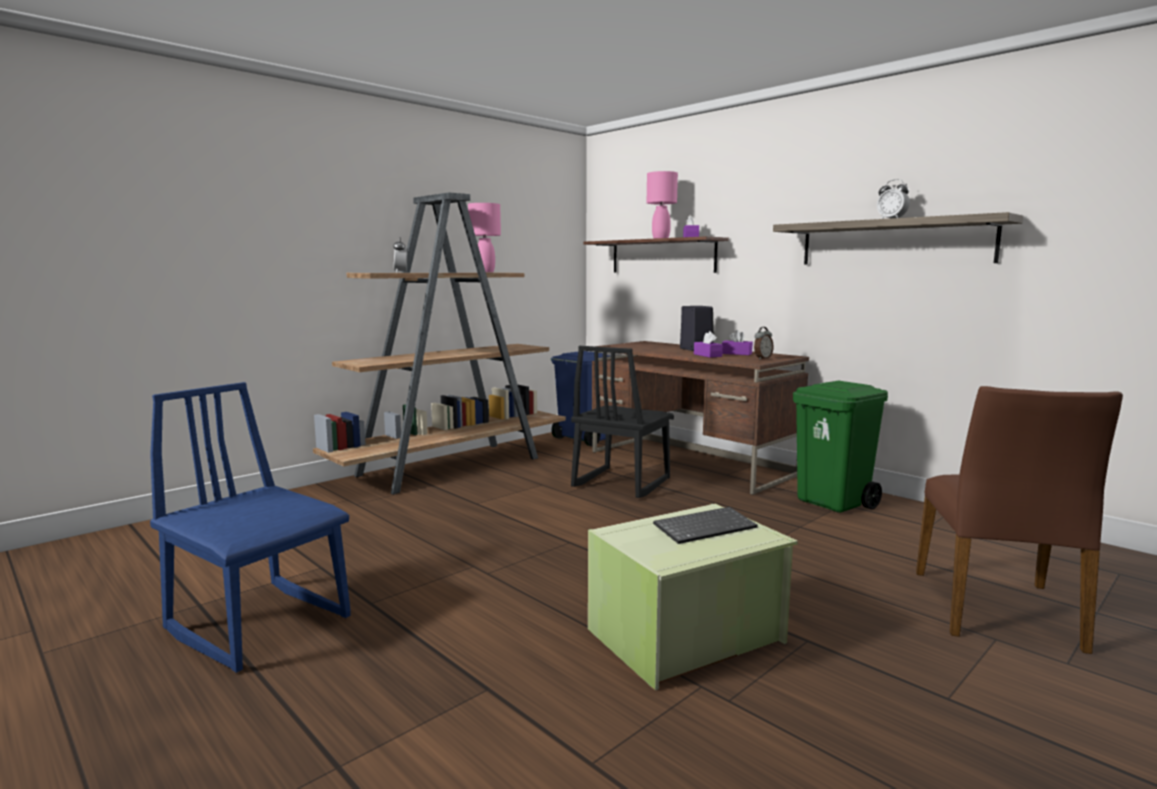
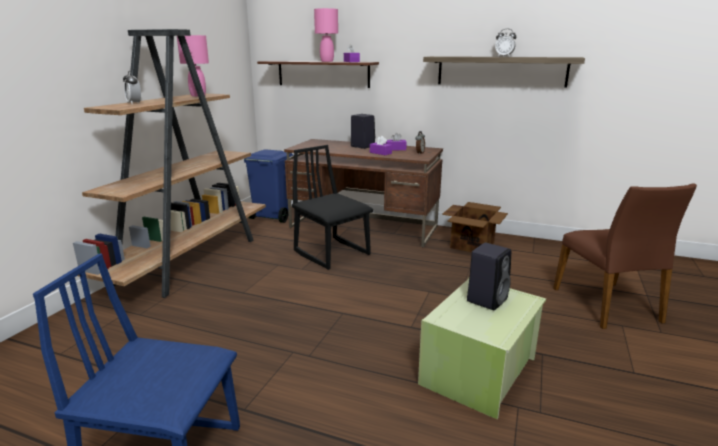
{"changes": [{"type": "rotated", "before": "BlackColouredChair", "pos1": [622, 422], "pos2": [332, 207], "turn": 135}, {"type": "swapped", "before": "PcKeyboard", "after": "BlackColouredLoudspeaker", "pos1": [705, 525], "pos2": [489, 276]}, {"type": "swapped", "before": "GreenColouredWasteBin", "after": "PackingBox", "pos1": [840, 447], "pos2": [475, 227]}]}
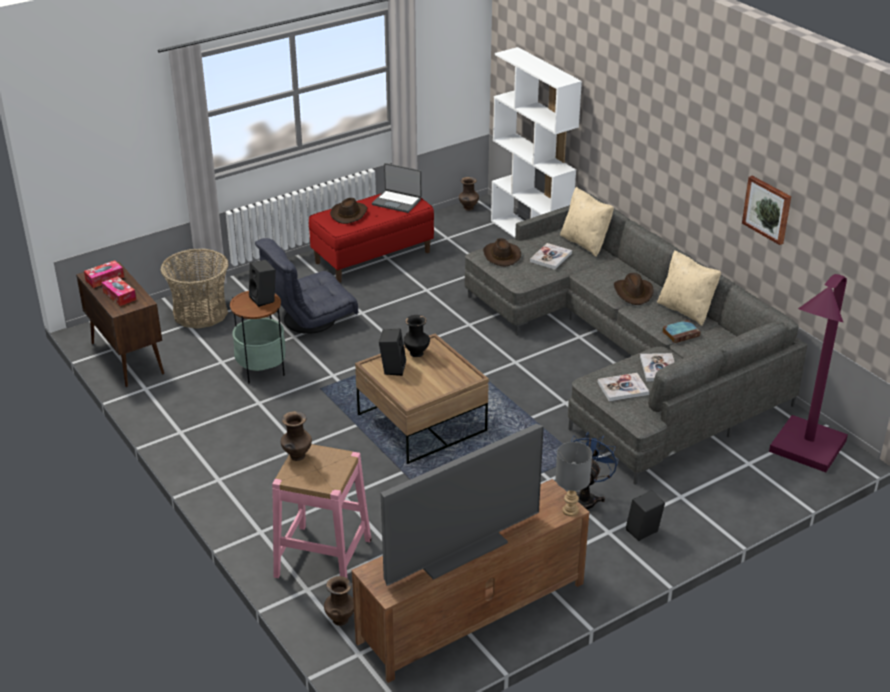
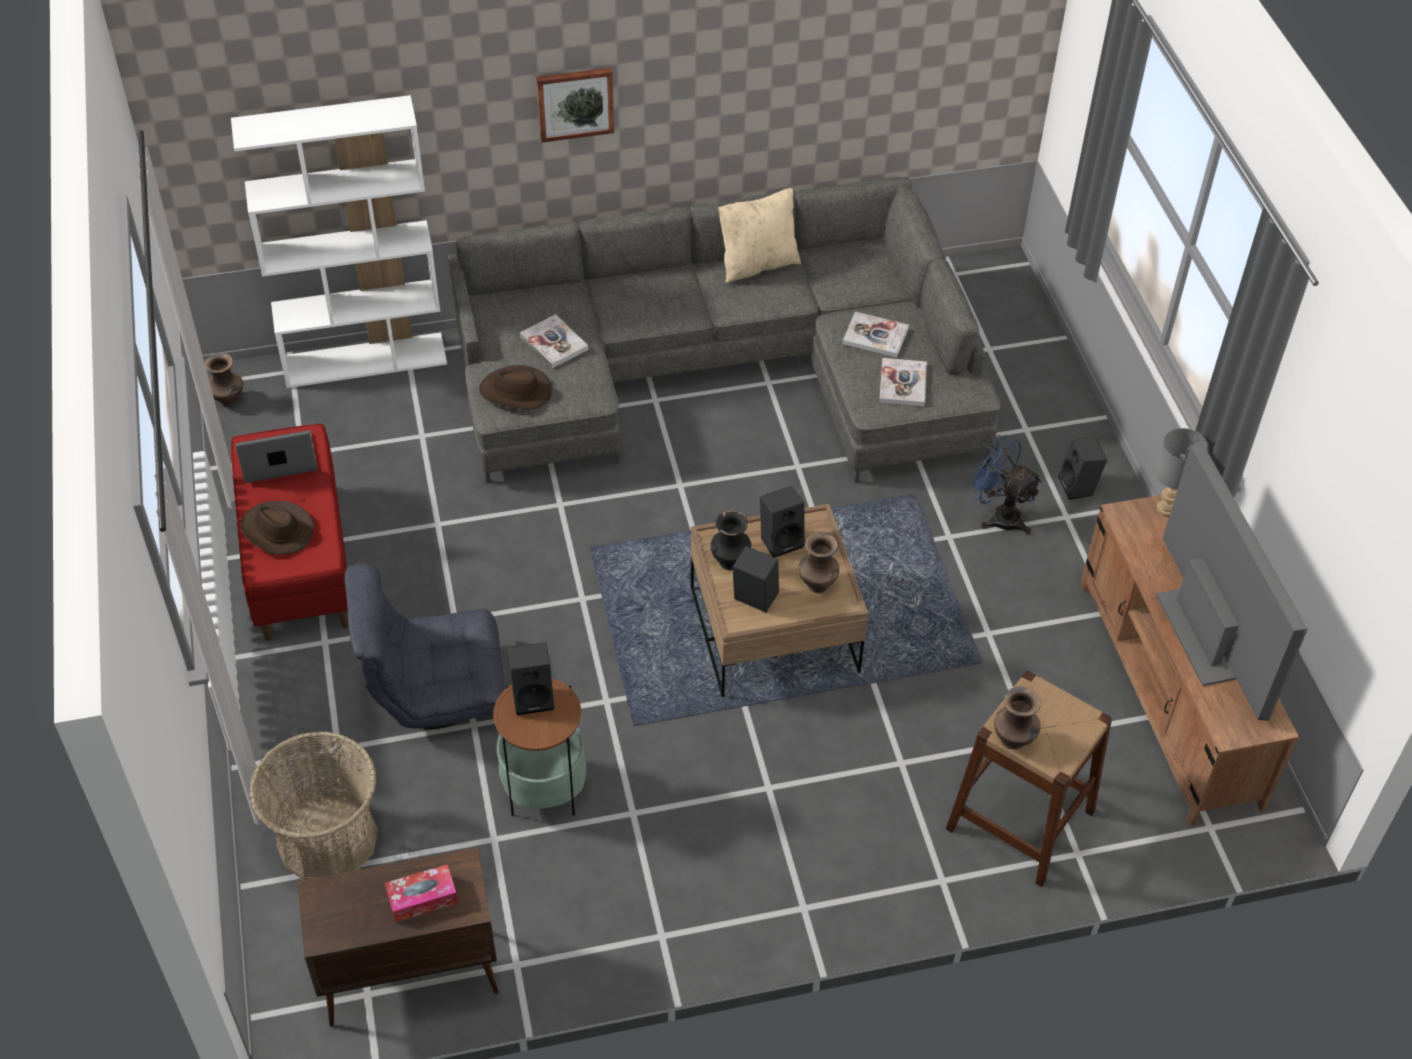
{"changes": [{"type": "gone", "before": "TissueBox", "pos1": [104, 274]}, {"type": "rotated", "before": "GreyishArmchair", "pos1": [306, 286], "pos2": [425, 646], "turn": 90}, {"type": "repainted", "before": "PinkishSittingStool", "after": "BrownColouredSittingStool", "pos1": [321, 511], "pos2": [1029, 779]}, {"type": "shifted", "before": "BrownColouredDecorativeVase", "pos1": [339, 601], "pos2": [818, 563]}, {"type": "rotated", "before": "NotebookComputer", "pos1": [397, 188], "pos2": [276, 456], "turn": -150}, {"type": "gone", "before": "SandColouredCushion", "pos1": [587, 222]}, {"type": "gone", "before": "BrownColouredClothingHat", "pos1": [634, 289]}, {"type": "gone", "before": "Volume", "pos1": [681, 331]}, {"type": "shifted", "before": "Picture", "pos1": [766, 210], "pos2": [575, 105]}, {"type": "gone", "before": "PurpleColouredFloorLamp", "pos1": [808, 373]}, {"type": "new", "after": "BlackColouredLoudspeaker", "pos2": [782, 522]}]}
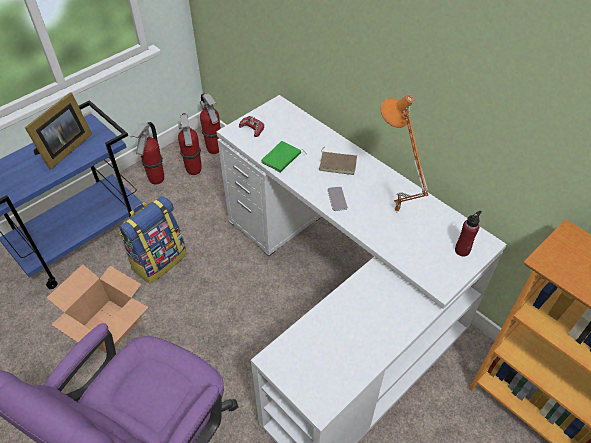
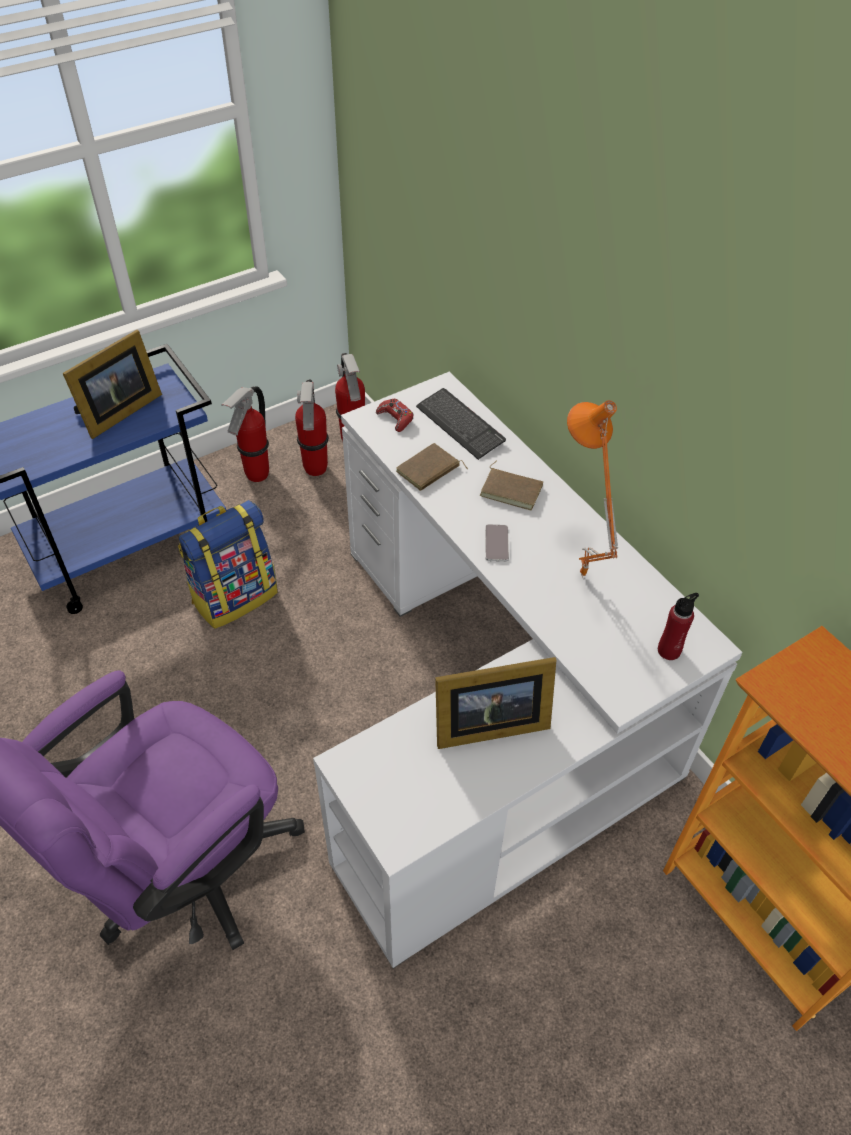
{"changes": [{"type": "gone", "before": "PackingBox", "pos1": [97, 309]}, {"type": "repainted", "before": "GreenColouredVolume", "after": "BrownColouredVolume", "pos1": [284, 156], "pos2": [432, 467]}, {"type": "new", "after": "PcKeyboard", "pos2": [461, 424]}, {"type": "new", "after": "StandingFrame", "pos2": [495, 703]}]}
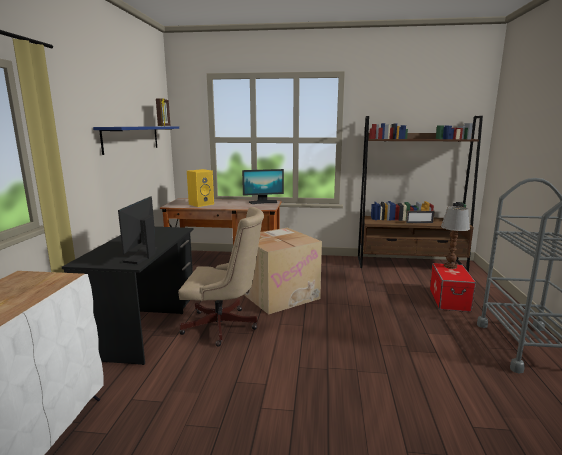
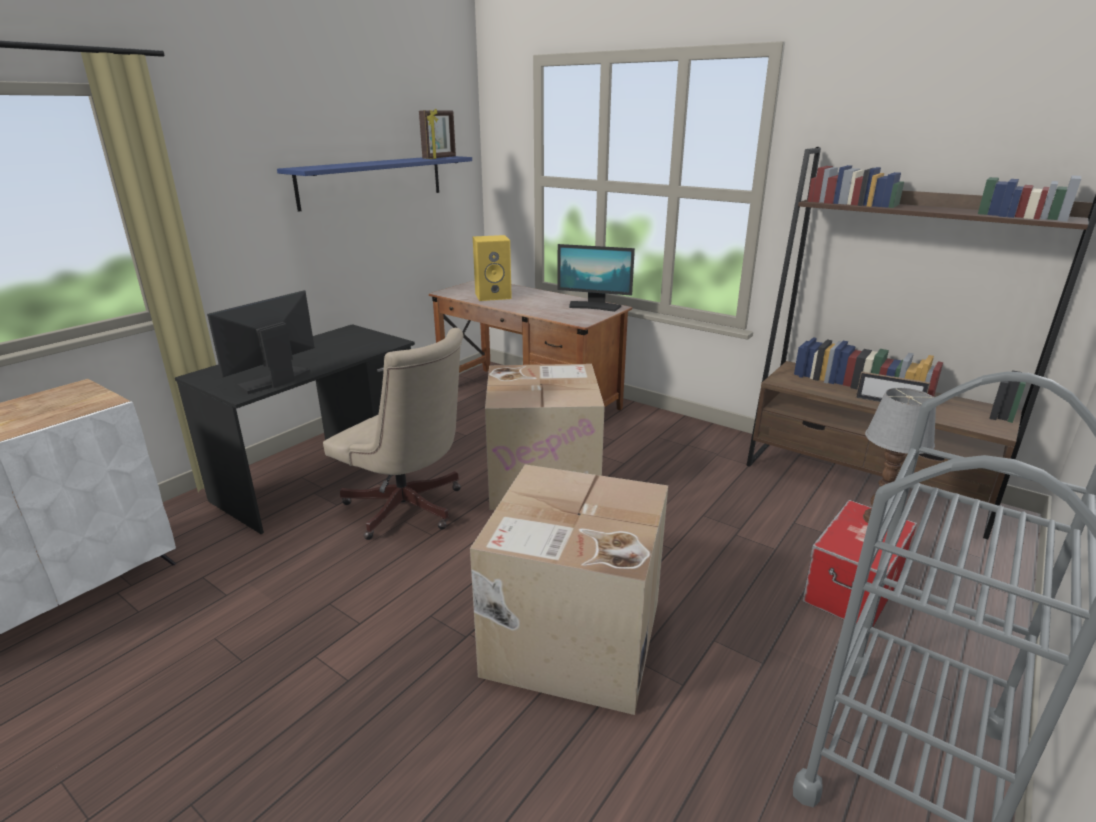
{"changes": [{"type": "new", "after": "PackingBox", "pos2": [569, 589]}]}
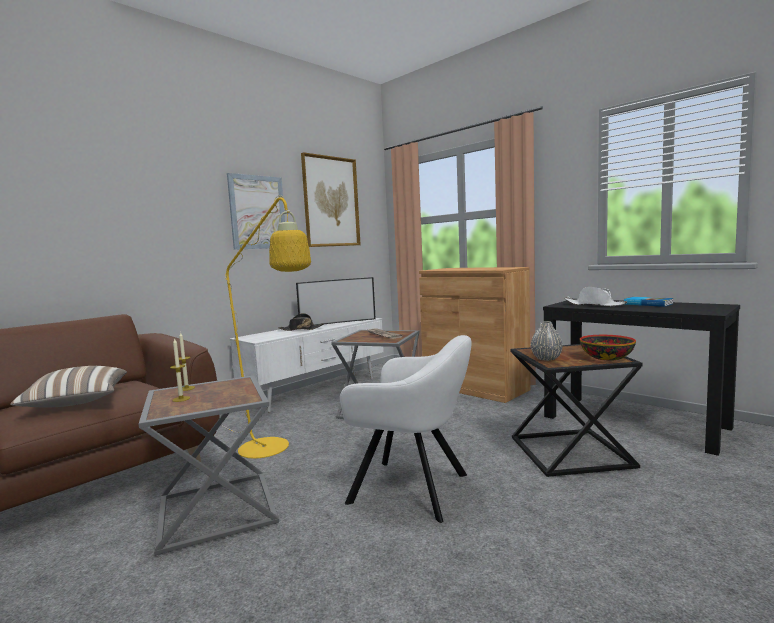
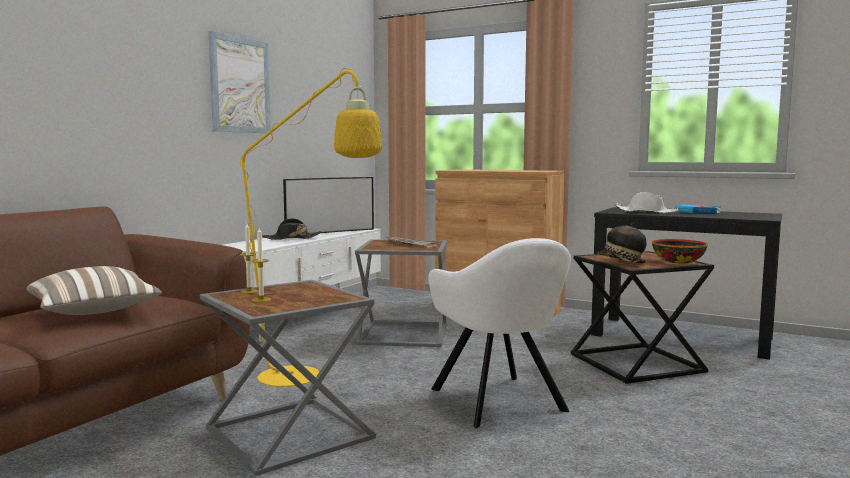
{"changes": [{"type": "gone", "before": "Picture", "pos1": [331, 199]}, {"type": "rotated", "before": "WhitishArmchair", "pos1": [406, 429], "pos2": [499, 333], "turn": 60}, {"type": "swapped", "before": "GreyishDecorativeVase", "after": "ClothingHat", "pos1": [546, 341], "pos2": [622, 243]}]}
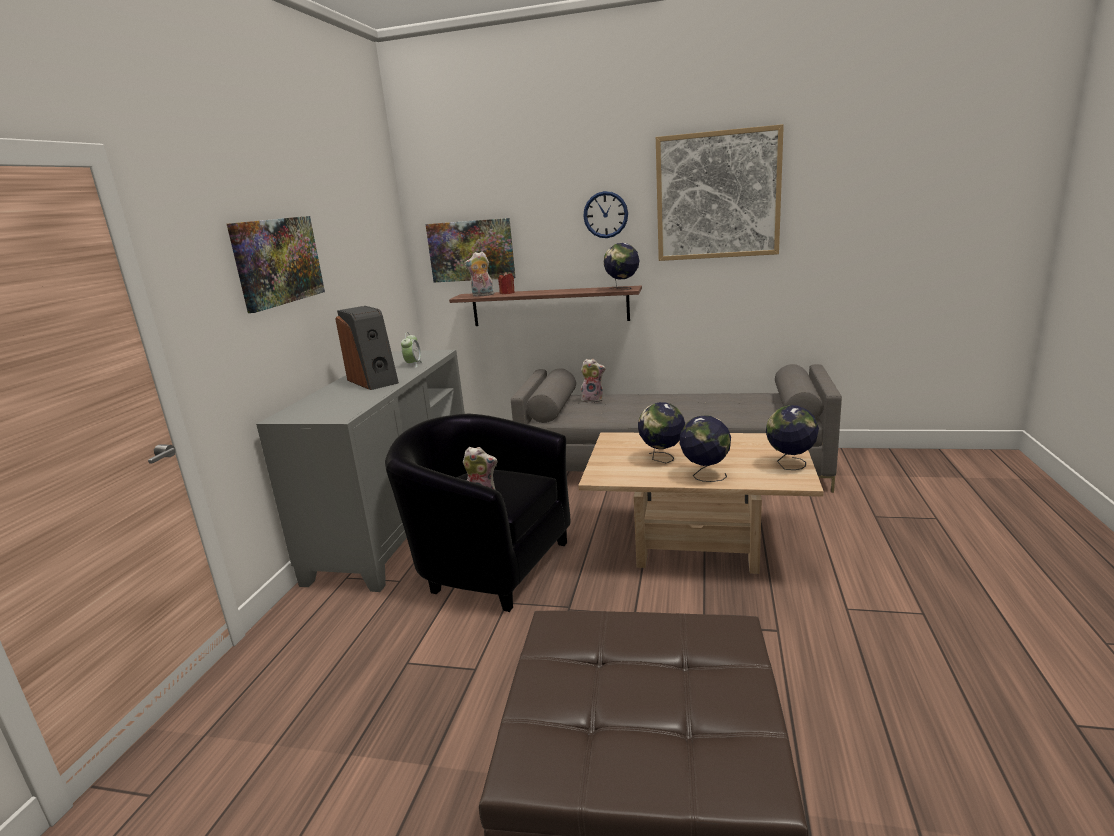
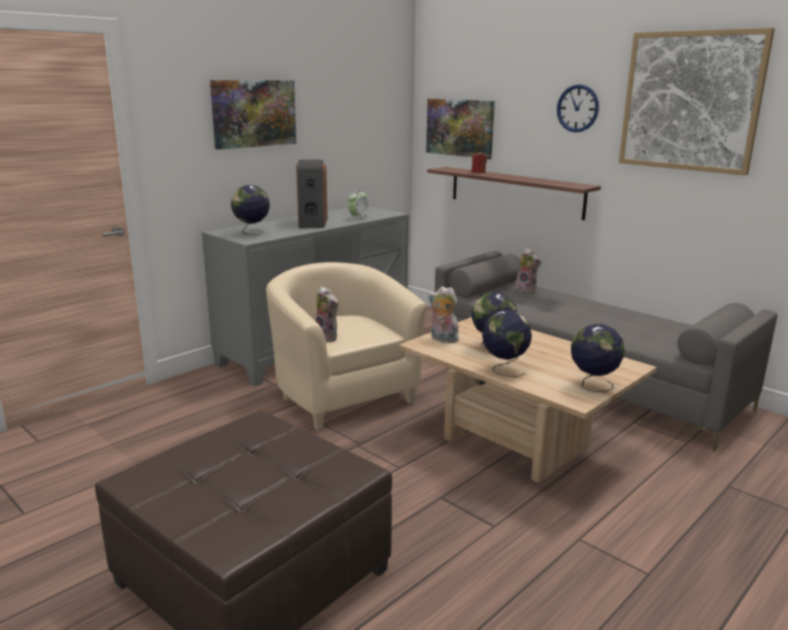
{"changes": [{"type": "repainted", "before": "BlackColouredArmchair", "after": "SandColouredArmchair", "pos1": [477, 513], "pos2": [346, 346]}, {"type": "shifted", "before": "SoftToy", "pos1": [479, 274], "pos2": [444, 314]}, {"type": "shifted", "before": "DeskGlobe", "pos1": [621, 266], "pos2": [250, 210]}]}
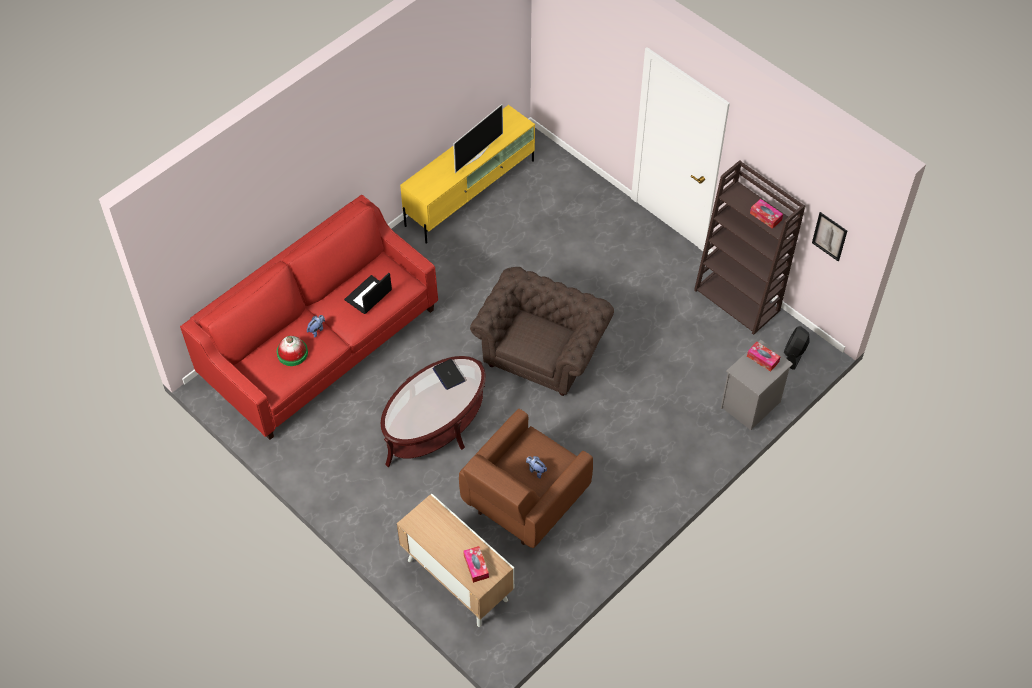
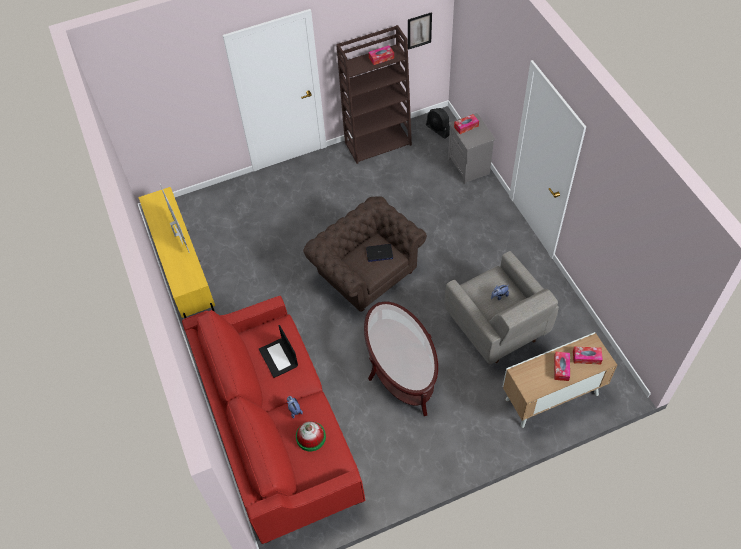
{"changes": [{"type": "shifted", "before": "NotebookComputer", "pos1": [449, 374], "pos2": [379, 253]}, {"type": "repainted", "before": "BrownColouredArmchair", "after": "GreyishArmchair", "pos1": [526, 478], "pos2": [501, 307]}, {"type": "new", "after": "TissueBox", "pos2": [562, 366]}]}
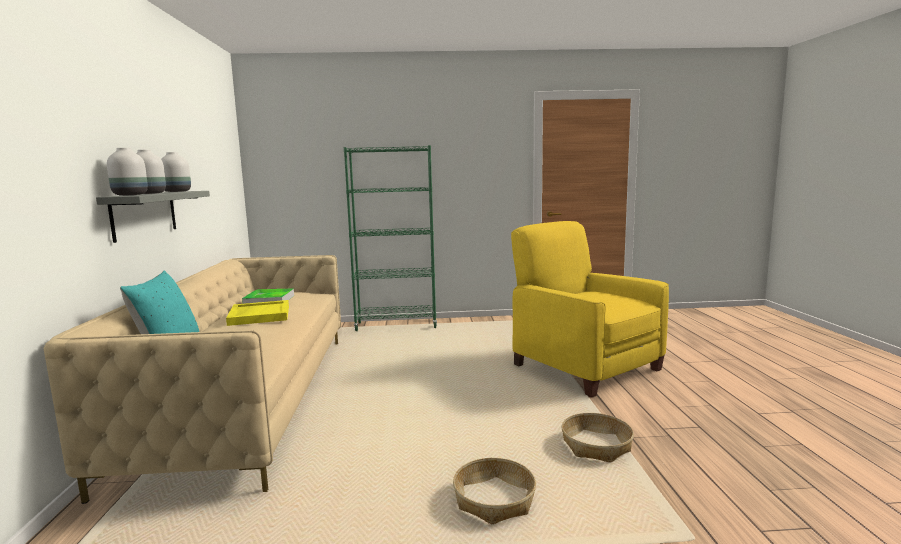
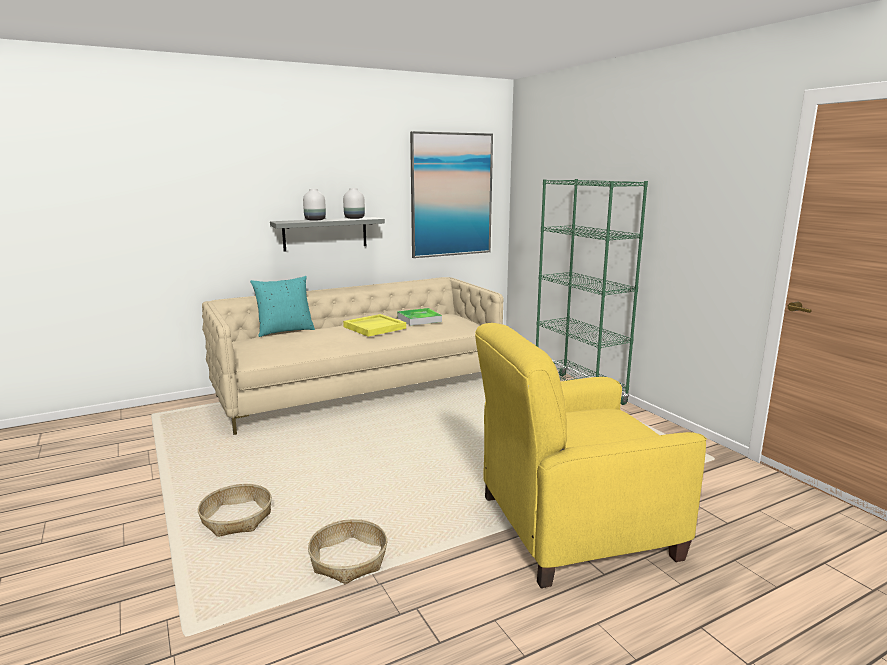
{"changes": [{"type": "gone", "before": "WhitishDecorativeVase", "pos1": [127, 171]}, {"type": "rotated", "before": "YellowArmchair", "pos1": [590, 309], "pos2": [591, 455], "turn": -135}, {"type": "new", "after": "Picture", "pos2": [451, 194]}]}
